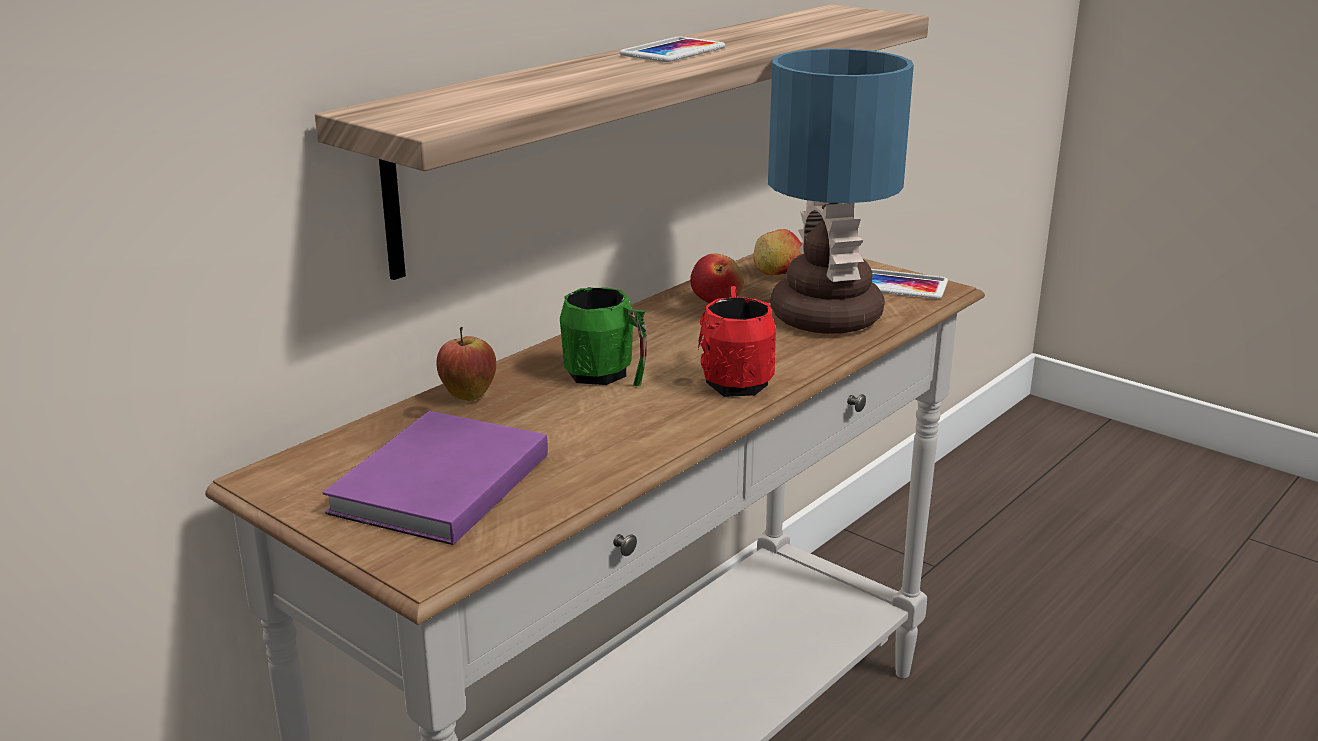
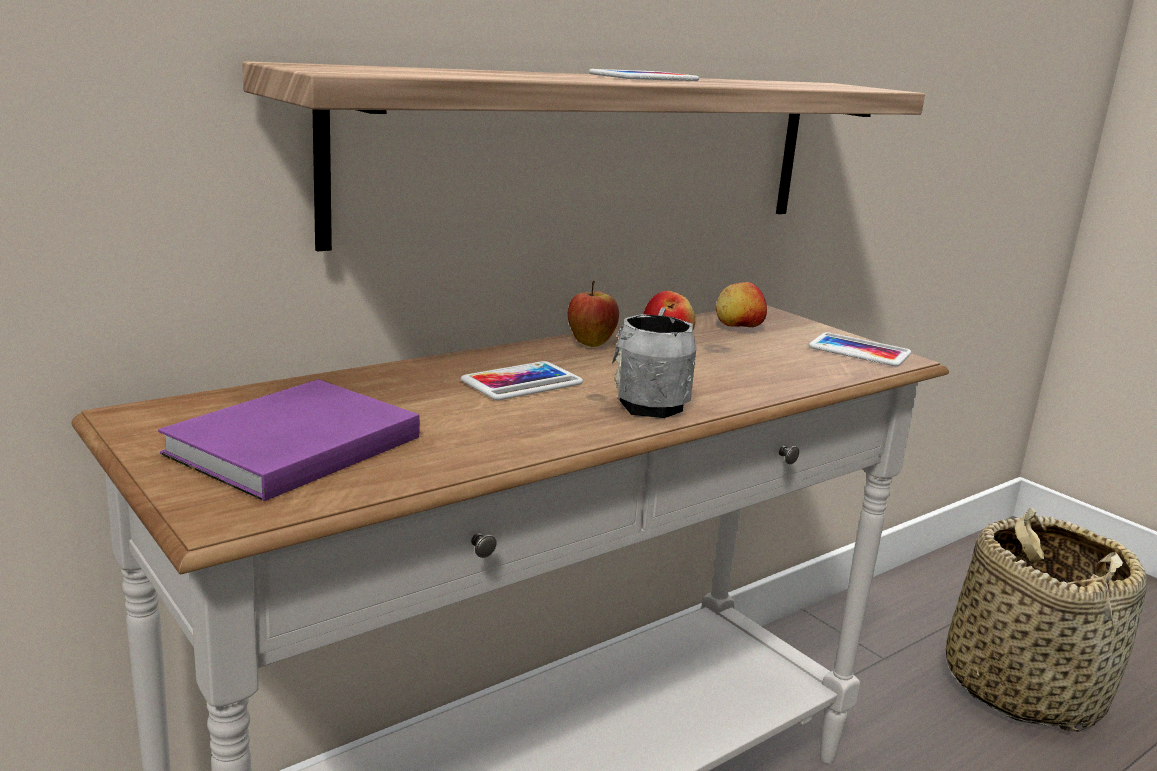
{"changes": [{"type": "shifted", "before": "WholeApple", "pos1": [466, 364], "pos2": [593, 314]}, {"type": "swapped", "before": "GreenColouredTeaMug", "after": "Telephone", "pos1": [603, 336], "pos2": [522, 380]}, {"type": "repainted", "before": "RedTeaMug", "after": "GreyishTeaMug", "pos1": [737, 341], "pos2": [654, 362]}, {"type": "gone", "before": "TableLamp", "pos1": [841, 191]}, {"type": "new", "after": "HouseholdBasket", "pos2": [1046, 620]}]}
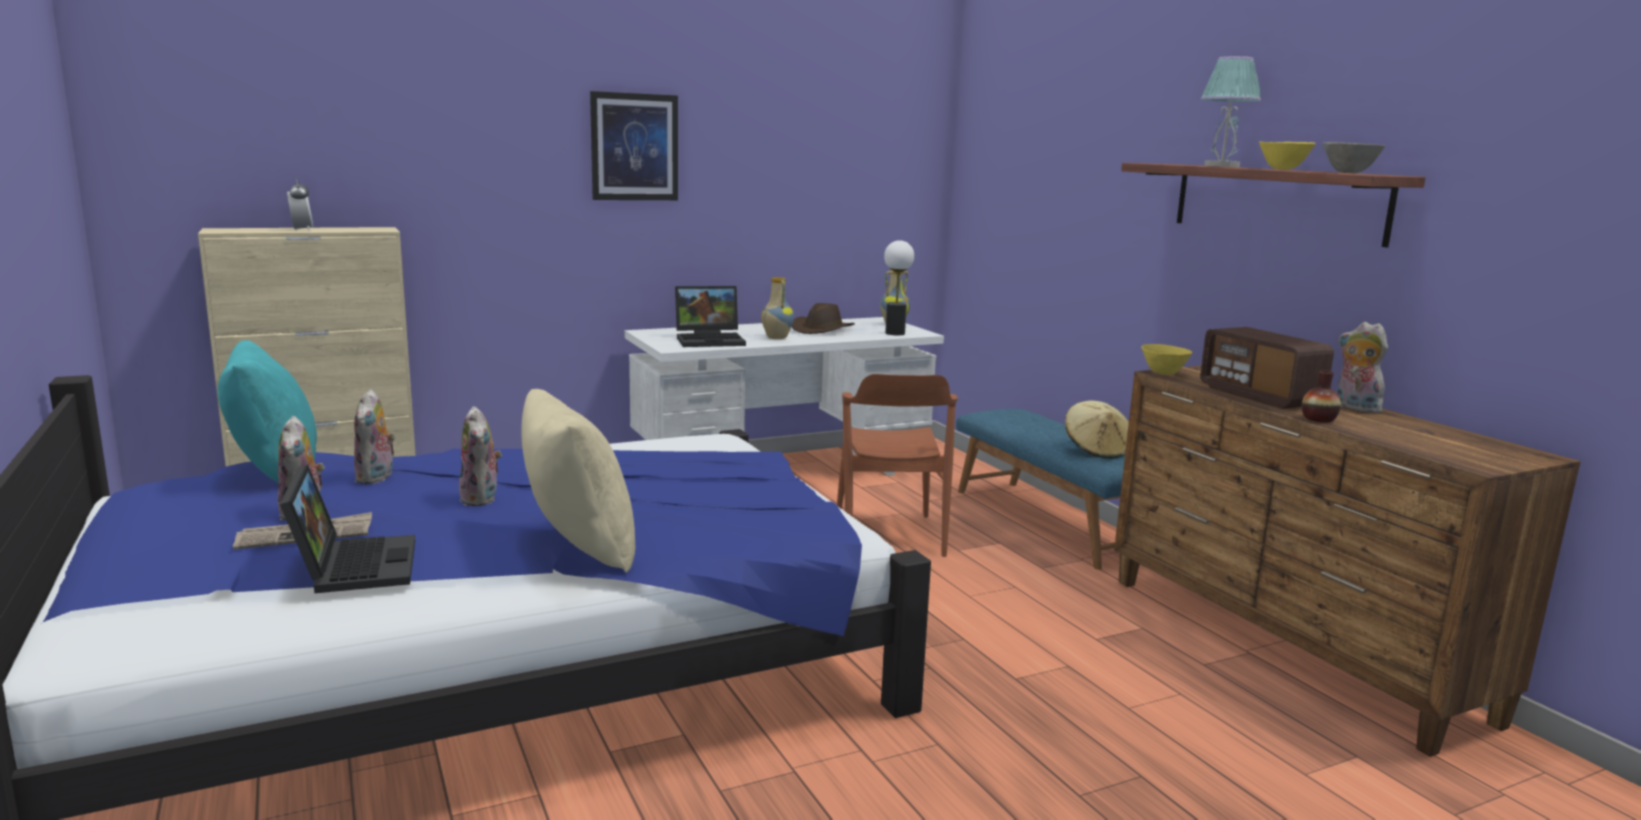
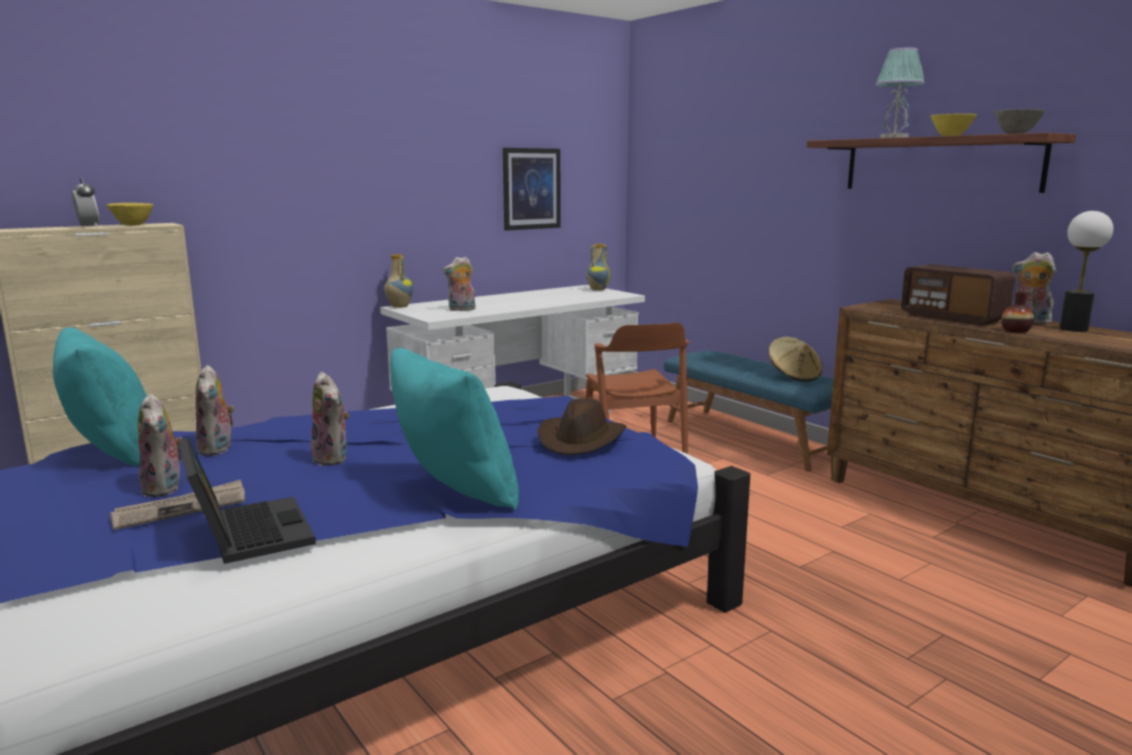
{"changes": [{"type": "repainted", "before": "SandColouredCushion", "after": "TurquoiseColouredCushion", "pos1": [578, 481], "pos2": [454, 429]}, {"type": "shifted", "before": "Picture", "pos1": [634, 145], "pos2": [531, 189]}, {"type": "swapped", "before": "NotebookComputer", "after": "SoftToy", "pos1": [710, 316], "pos2": [459, 284]}, {"type": "shifted", "before": "DecorativeVase", "pos1": [777, 308], "pos2": [398, 281]}, {"type": "shifted", "before": "BrownColouredClothingHat", "pos1": [823, 318], "pos2": [582, 427]}, {"type": "shifted", "before": "TableLamp", "pos1": [899, 287], "pos2": [1086, 271]}, {"type": "shifted", "before": "YellowServingBowl", "pos1": [1166, 359], "pos2": [130, 214]}]}
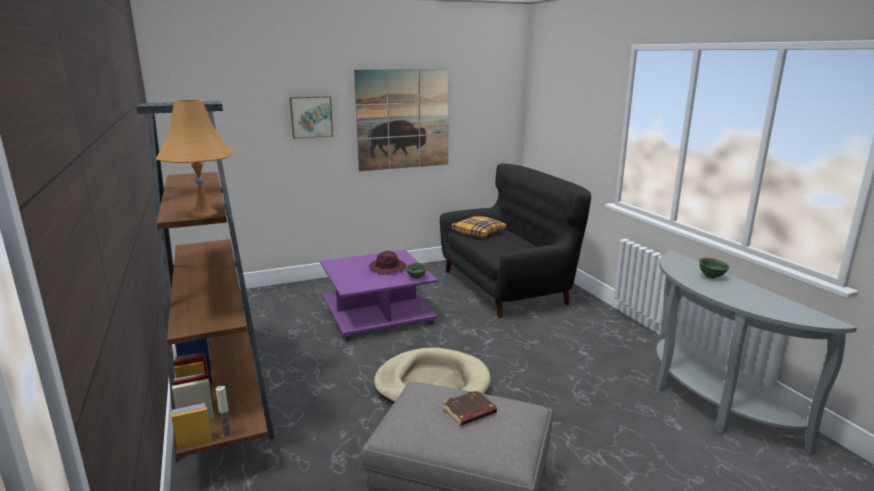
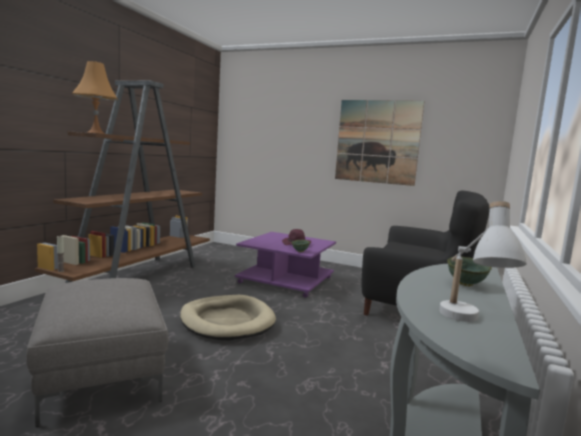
{"changes": [{"type": "gone", "before": "Picture", "pos1": [311, 117]}, {"type": "gone", "before": "BrownColouredVolume", "pos1": [470, 408]}, {"type": "gone", "before": "Cushion", "pos1": [479, 226]}, {"type": "new", "after": "WhitishTableLamp", "pos2": [483, 261]}]}
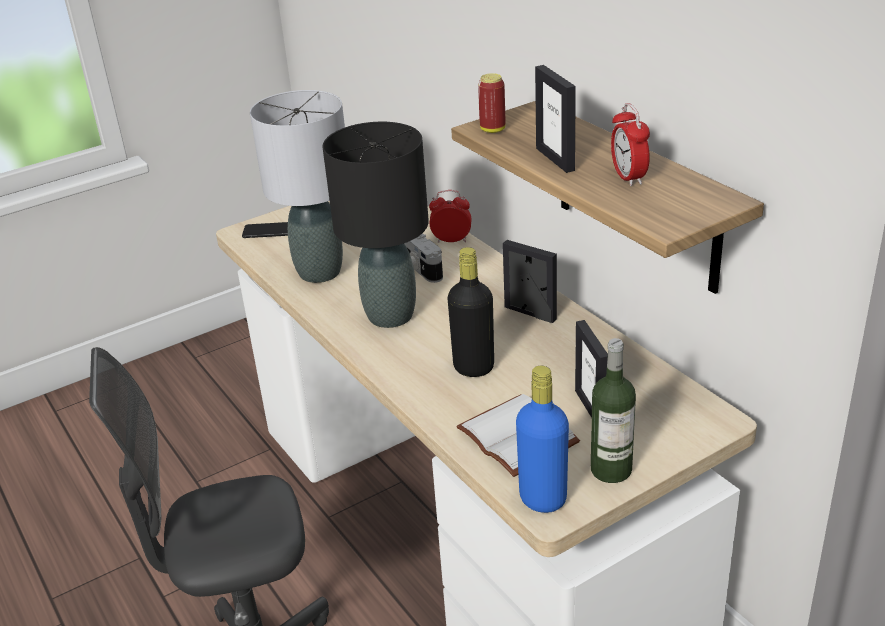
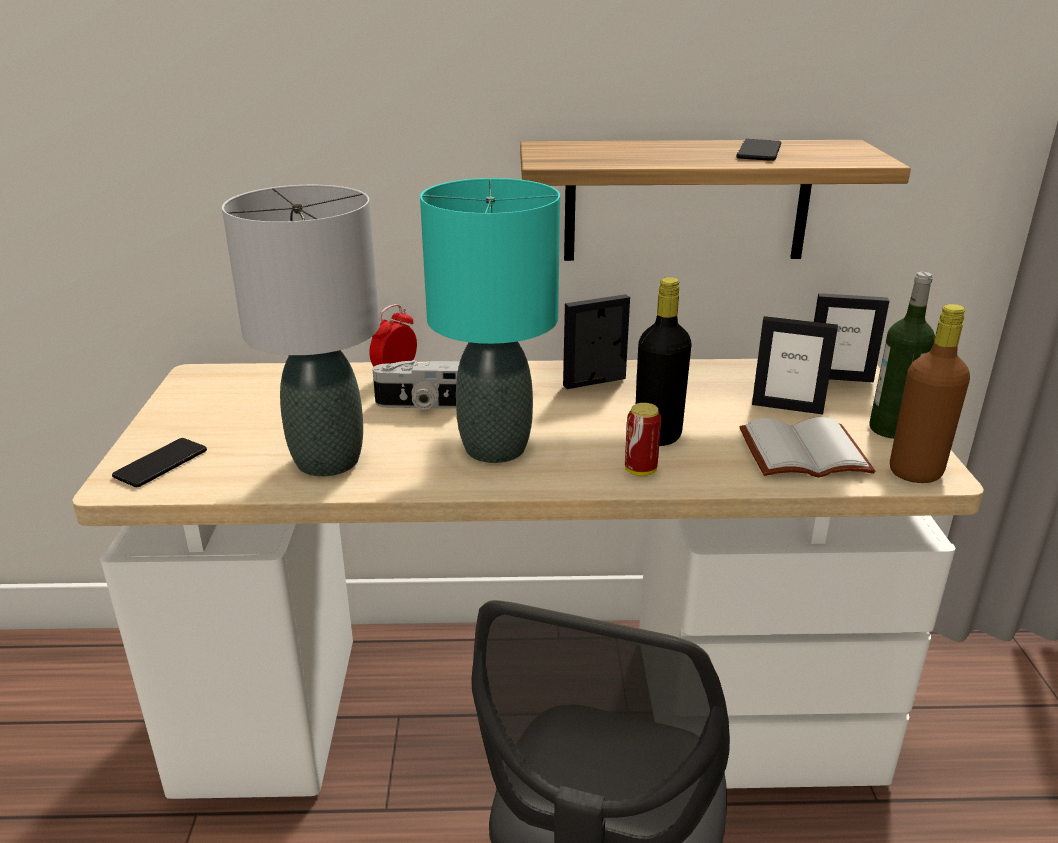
{"changes": [{"type": "repainted", "before": "BlackColouredTableLamp", "after": "TurquoiseColouredTableLamp", "pos1": [375, 225], "pos2": [490, 320]}, {"type": "shifted", "before": "Can", "pos1": [491, 103], "pos2": [643, 439]}, {"type": "repainted", "before": "BlueDrinkBottle", "after": "BrownColouredDrinkBottle", "pos1": [542, 439], "pos2": [930, 393]}, {"type": "shifted", "before": "StandingFrame", "pos1": [555, 119], "pos2": [851, 337]}, {"type": "swapped", "before": "TableClock", "after": "Telephone", "pos1": [630, 144], "pos2": [758, 150]}]}
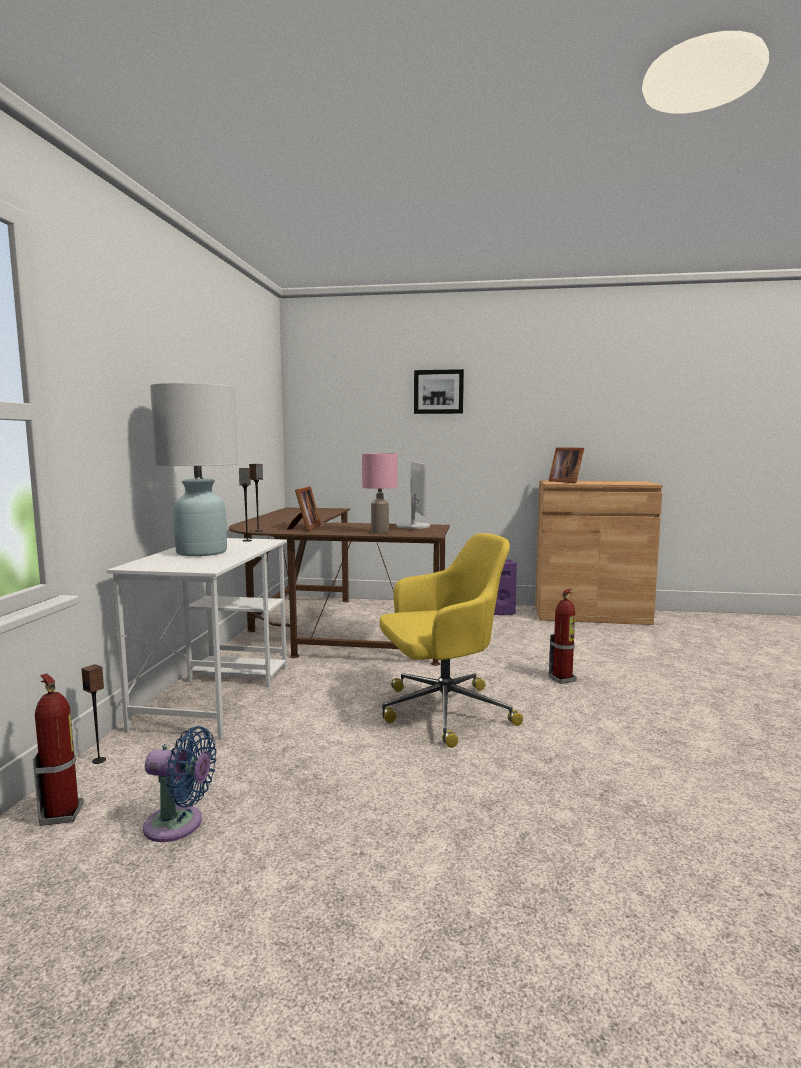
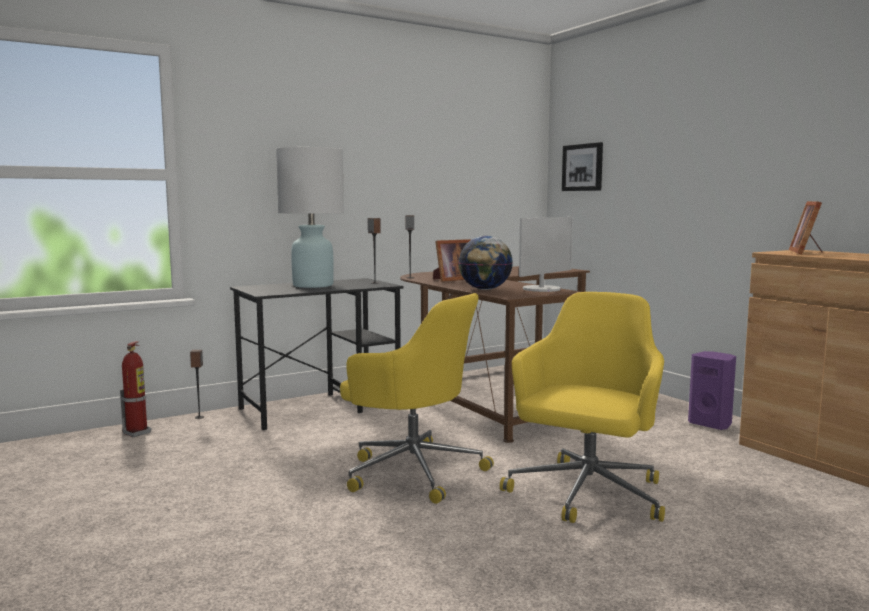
{"changes": [{"type": "repainted", "before": "WhitishDeskTable", "after": "BlackColouredDeskTable", "pos1": [197, 638], "pos2": [317, 354]}, {"type": "gone", "before": "BlueCoolingFan", "pos1": [180, 784]}, {"type": "swapped", "before": "PinkishTableLamp", "after": "DeskGlobe", "pos1": [380, 493], "pos2": [485, 263]}, {"type": "shifted", "before": "Picture", "pos1": [439, 391], "pos2": [582, 166]}, {"type": "swapped", "before": "FireExtinguisher", "after": "YellowComputerChair", "pos1": [563, 636], "pos2": [582, 407]}]}
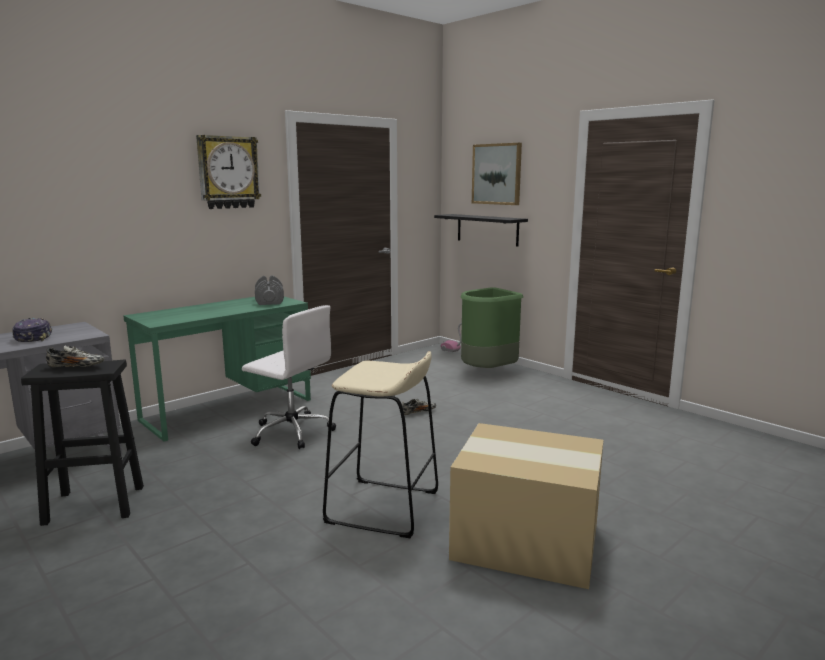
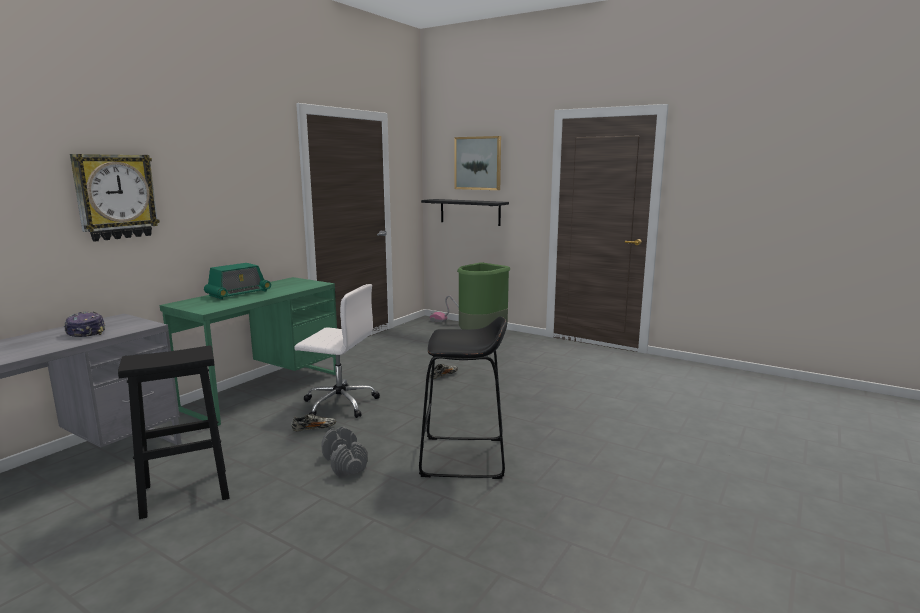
{"changes": [{"type": "shifted", "before": "ItemOfFootwear", "pos1": [75, 356], "pos2": [313, 423]}, {"type": "shifted", "before": "HangingClock", "pos1": [228, 172], "pos2": [115, 197]}, {"type": "shifted", "before": "GreyishFreeWeight", "pos1": [269, 290], "pos2": [344, 451]}, {"type": "repainted", "before": "SandColouredSittingStool", "after": "BlackColouredSittingStool", "pos1": [380, 444], "pos2": [463, 397]}, {"type": "gone", "before": "PackingBox", "pos1": [526, 506]}, {"type": "new", "after": "Radio", "pos2": [237, 281]}]}
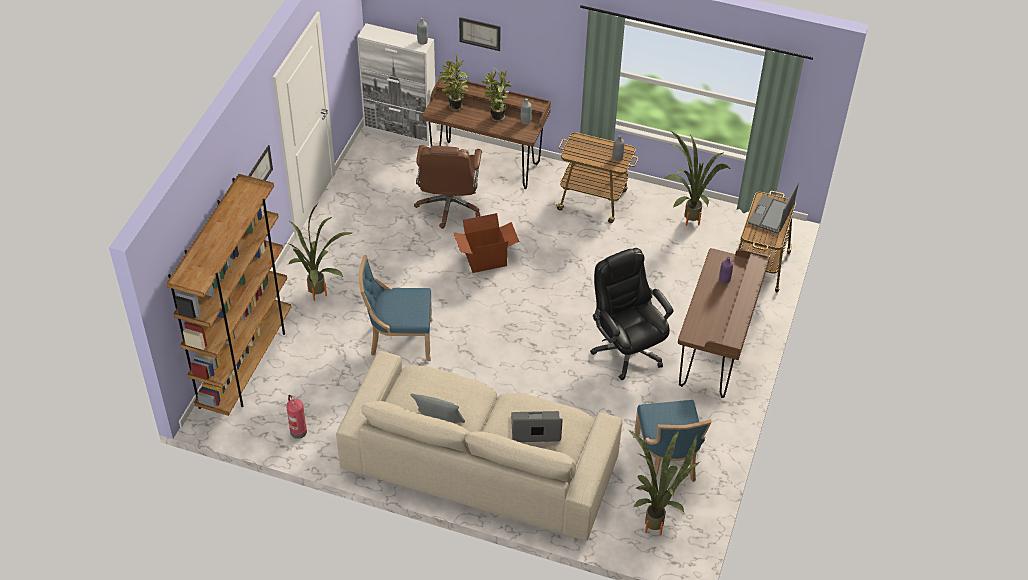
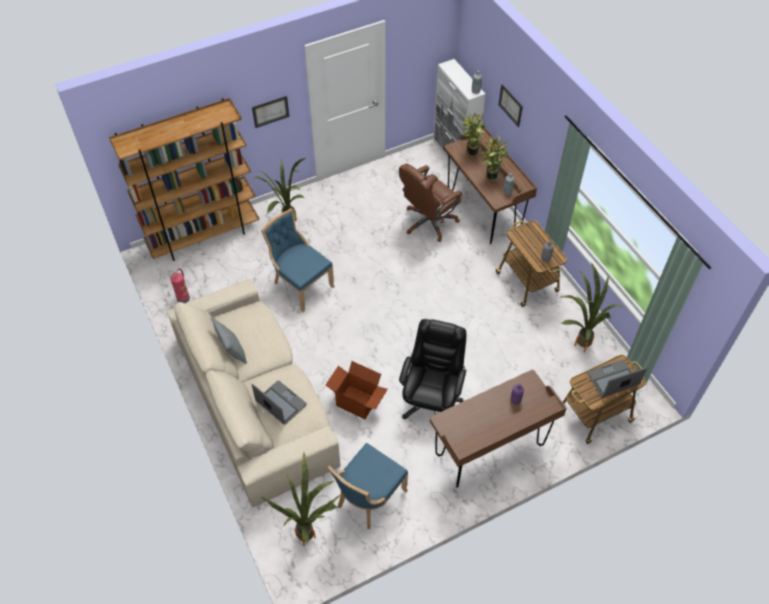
{"changes": [{"type": "shifted", "before": "PackingBox", "pos1": [486, 243], "pos2": [357, 390]}]}
